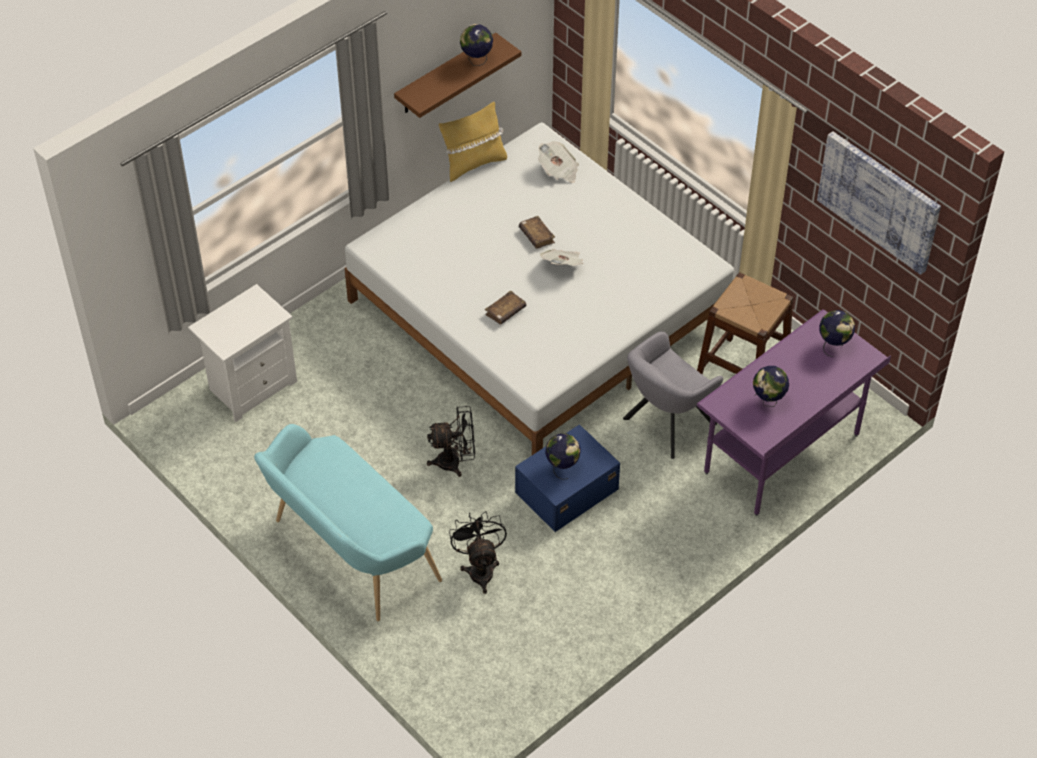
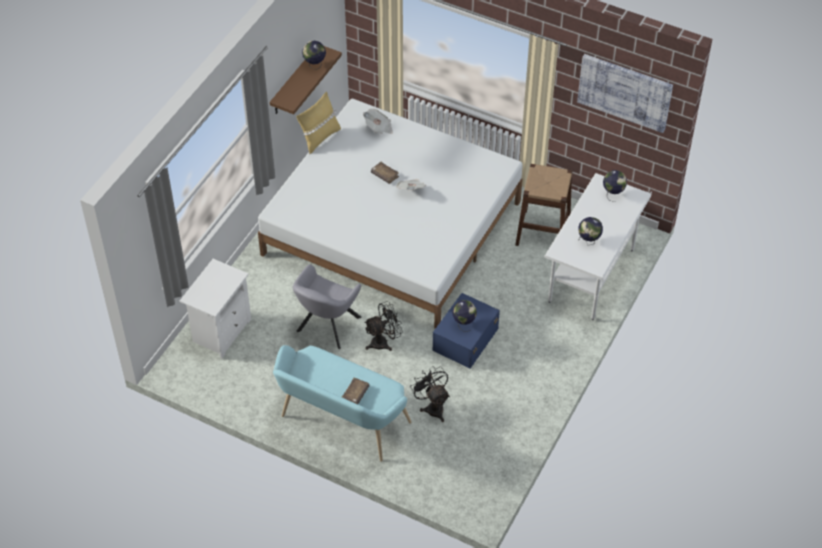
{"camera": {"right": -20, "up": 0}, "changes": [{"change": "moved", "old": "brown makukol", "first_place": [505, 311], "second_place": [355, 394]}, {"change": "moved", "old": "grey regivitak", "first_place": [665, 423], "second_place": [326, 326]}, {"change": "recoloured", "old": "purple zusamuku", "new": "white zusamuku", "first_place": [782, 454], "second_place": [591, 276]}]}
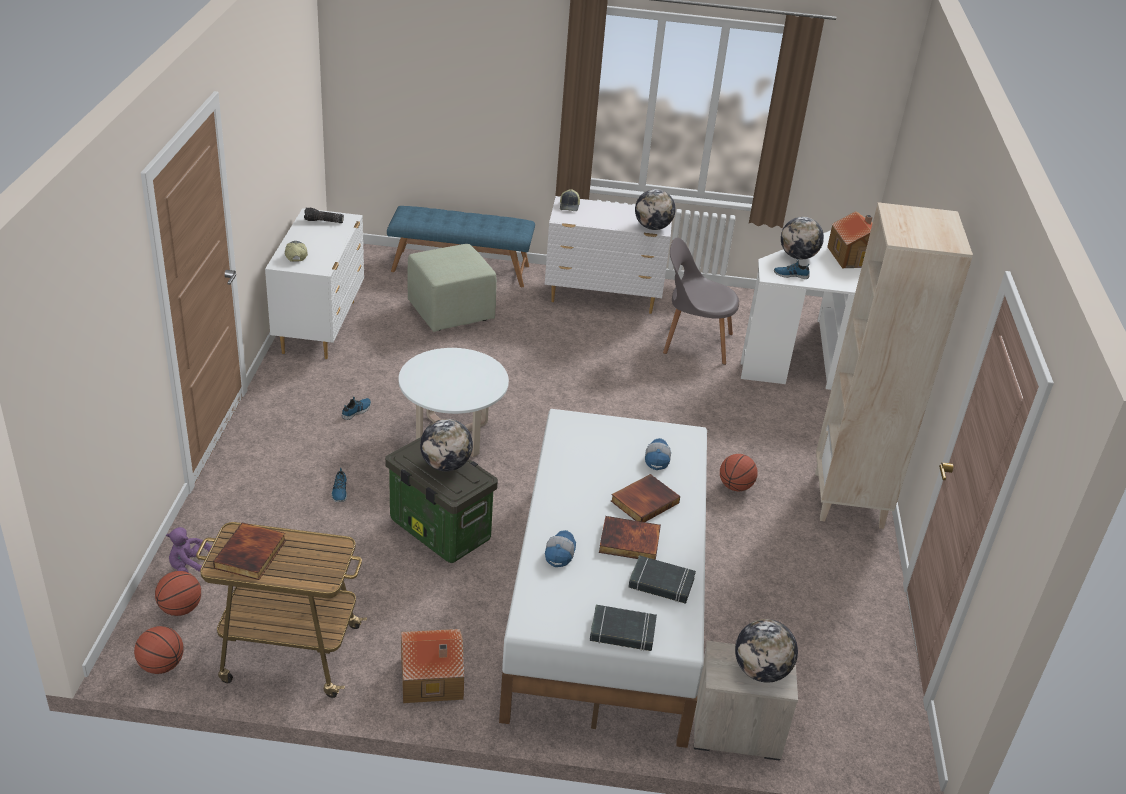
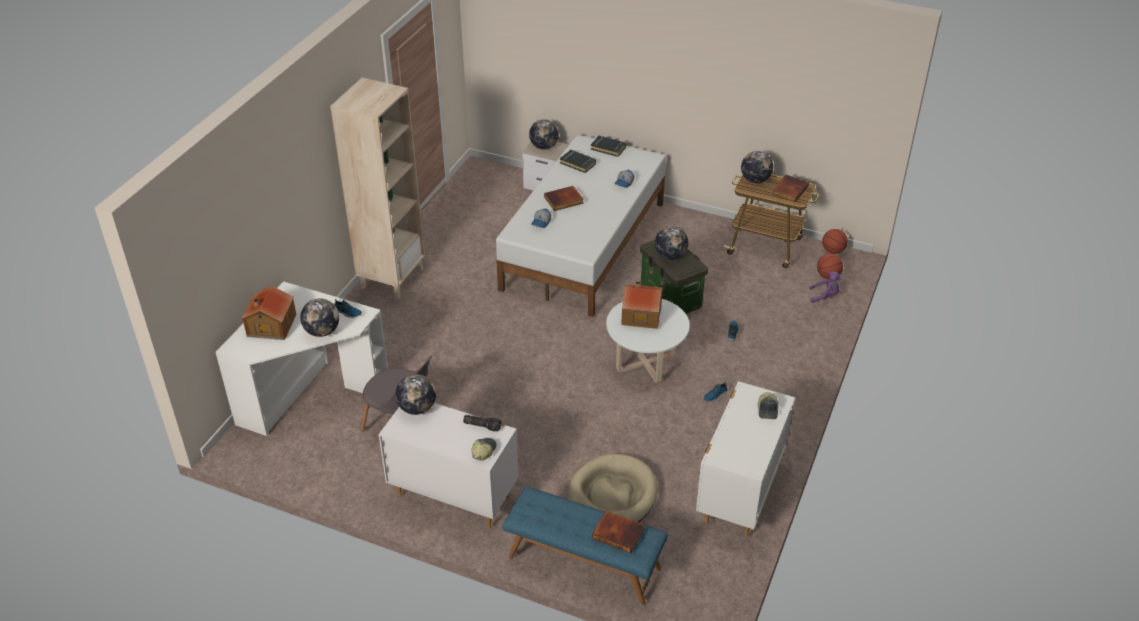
{"camera": {"right": -160, "up": 5}, "changes": [{"change": "removed", "old": "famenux", "first_place": [735, 487]}, {"change": "added", "new": "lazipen", "second_place": [755, 180]}, {"change": "moved", "old": "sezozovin", "first_place": [323, 221], "second_place": [482, 425]}, {"change": "moved", "old": "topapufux", "first_place": [433, 679], "second_place": [641, 314]}, {"change": "moved", "old": "makukol", "first_place": [629, 542], "second_place": [619, 533]}, {"change": "replaced", "old": "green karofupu", "new": "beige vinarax", "first_place": [451, 312], "second_place": [611, 496]}]}
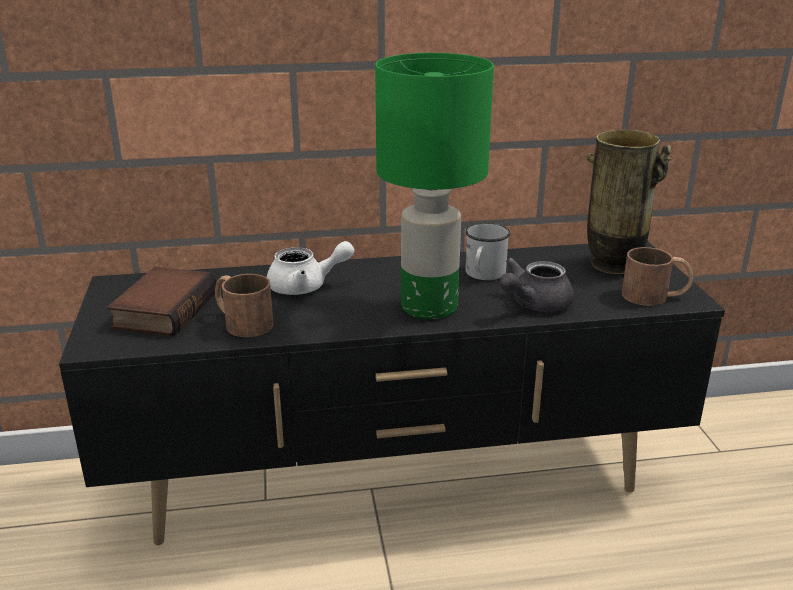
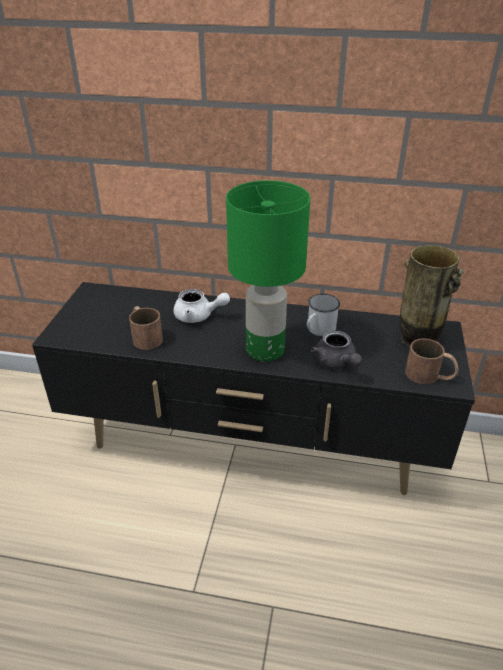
{"camera": {"right": 20, "up": 10}, "changes": [{"change": "removed", "old": "makukol", "first_place": [163, 309]}, {"change": "turned", "old": "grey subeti", "first_place": [534, 304], "second_place": [336, 363], "degrees": -90}]}
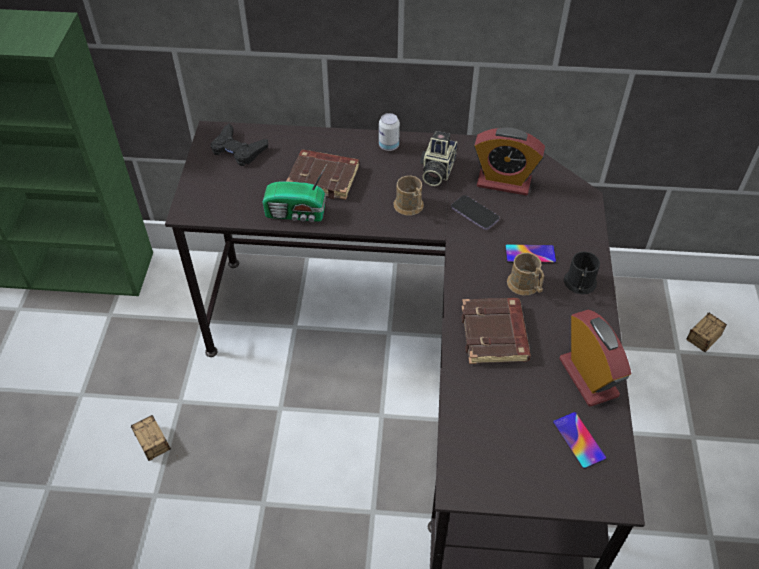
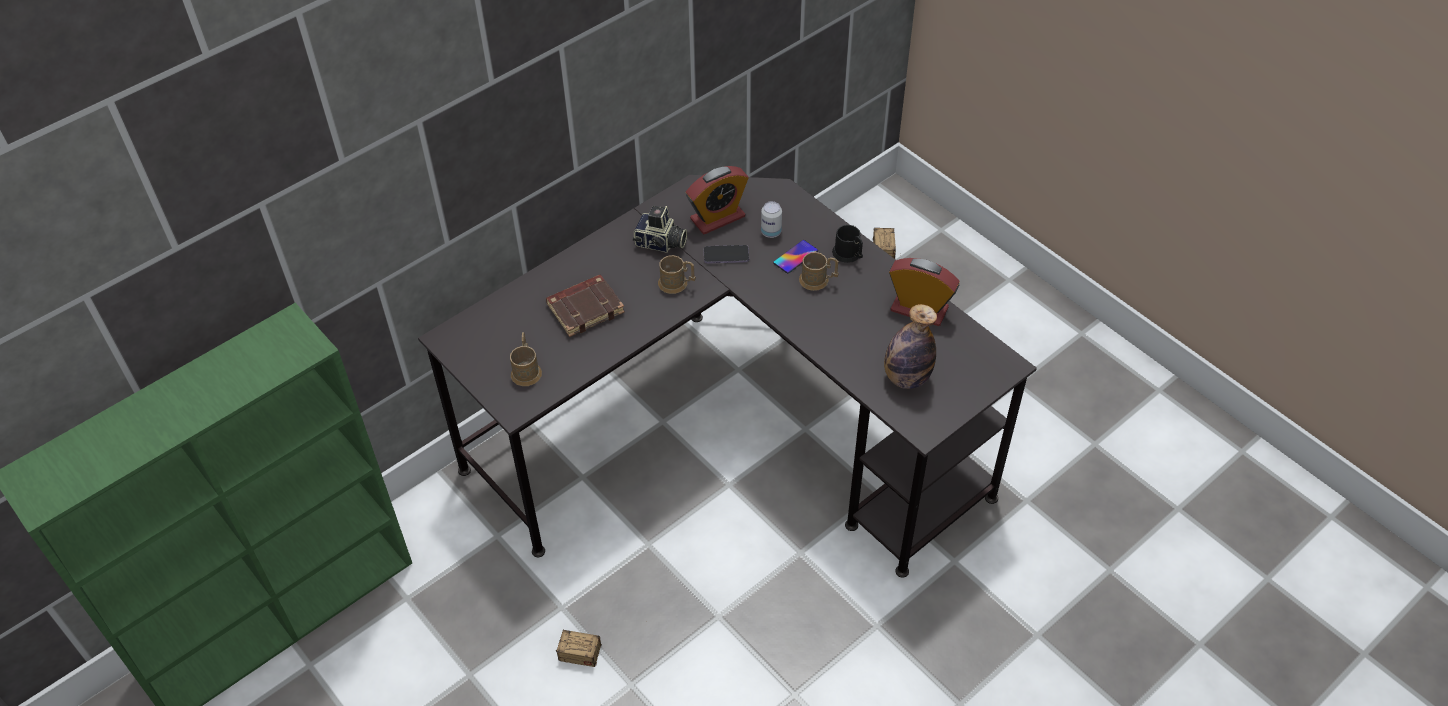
{"camera": {"right": -45, "up": 0}, "changes": [{"change": "removed", "old": "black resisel", "first_place": [238, 150]}, {"change": "removed", "old": "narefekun", "first_place": [297, 213]}, {"change": "removed", "old": "brown makukol", "first_place": [495, 335]}, {"change": "removed", "old": "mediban", "first_place": [579, 440]}, {"change": "added", "new": "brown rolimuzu", "second_place": [526, 370]}, {"change": "added", "new": "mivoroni", "second_place": [906, 378]}, {"change": "moved", "old": "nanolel", "first_place": [389, 146], "second_place": [771, 232]}, {"change": "turned", "old": "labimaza", "first_place": [436, 171], "second_place": [660, 243], "degrees": -45}]}
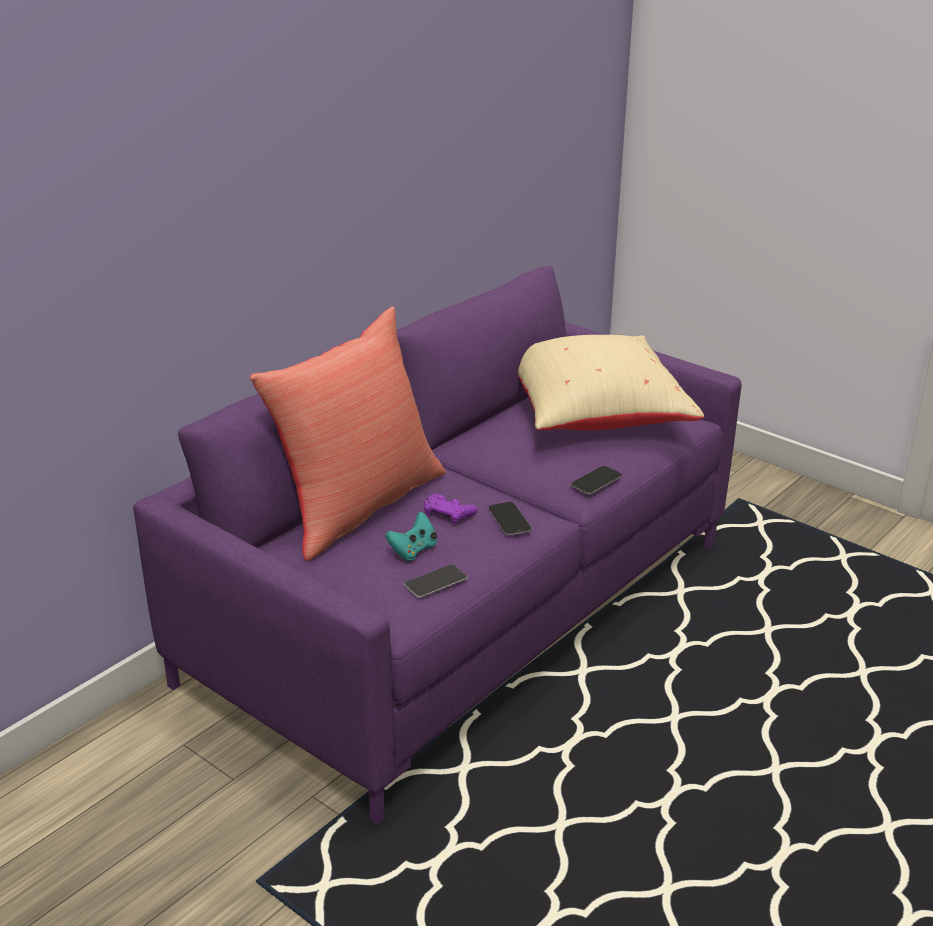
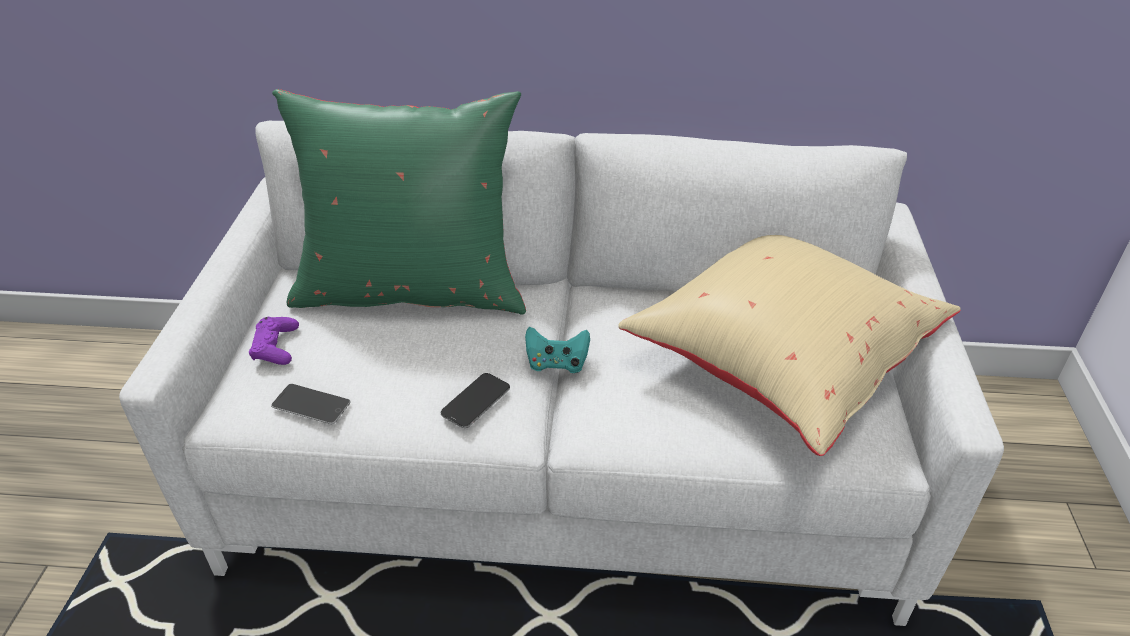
{"camera": {"right": 55, "up": 10}, "changes": [{"change": "removed", "old": "mediban", "first_place": [596, 481]}, {"change": "moved", "old": "turquoise resisel", "first_place": [413, 550], "second_place": [557, 363]}, {"change": "moved", "old": "purple resisel", "first_place": [448, 514], "second_place": [276, 347]}, {"change": "recoloured", "old": "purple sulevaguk", "new": "white sulevaguk", "first_place": [463, 612], "second_place": [565, 467]}, {"change": "recoloured", "old": "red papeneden", "new": "green papeneden", "first_place": [357, 505], "second_place": [412, 289]}]}
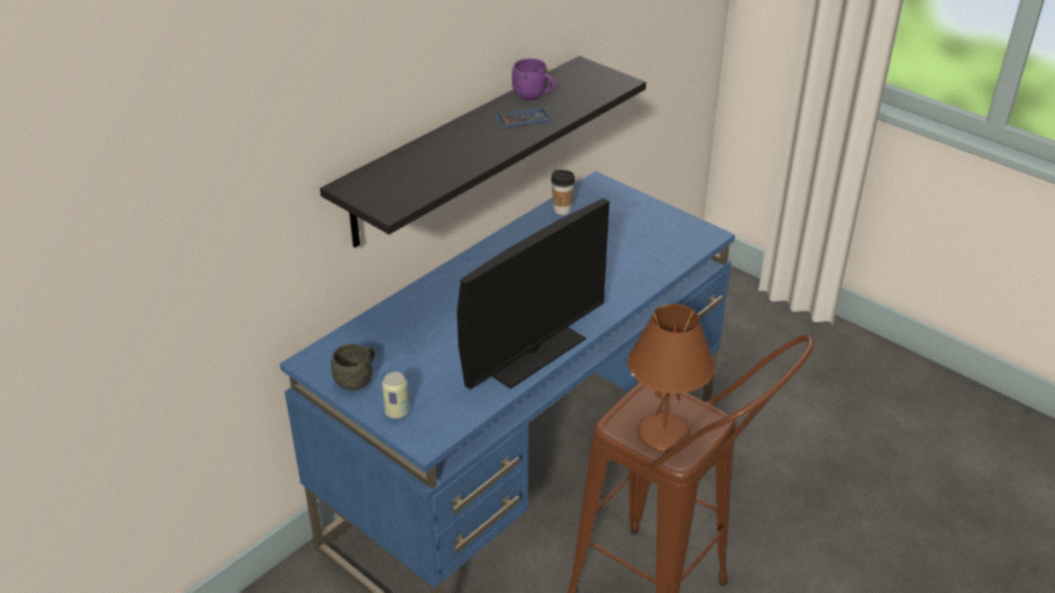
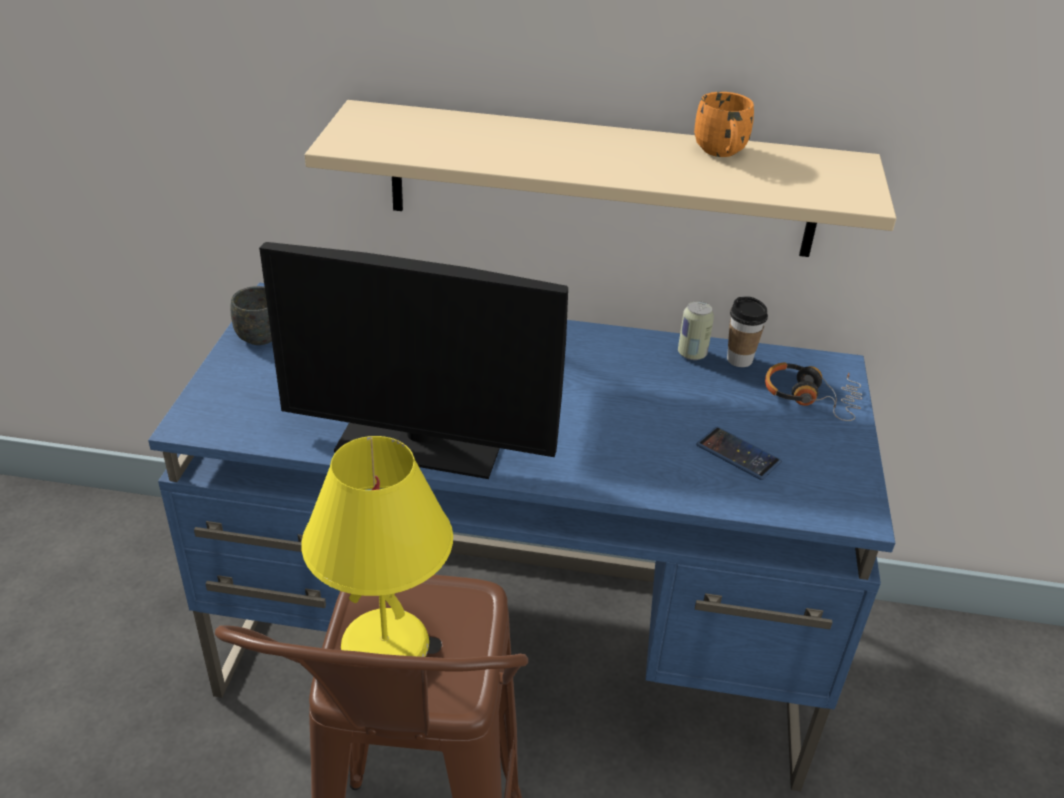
{"camera": {"right": 55, "up": 0}, "changes": [{"change": "added", "new": "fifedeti", "second_place": [811, 397]}, {"change": "moved", "old": "nanolel", "first_place": [397, 412], "second_place": [692, 354]}, {"change": "moved", "old": "mediban", "first_place": [523, 119], "second_place": [738, 454]}, {"change": "recoloured", "old": "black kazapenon", "new": "beige kazapenon", "first_place": [462, 150], "second_place": [602, 180]}, {"change": "recoloured", "old": "purple rolimuzu", "new": "orange rolimuzu", "first_place": [534, 96], "second_place": [721, 153]}, {"change": "recoloured", "old": "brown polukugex", "new": "yellow polukugex", "first_place": [663, 433], "second_place": [387, 647]}]}
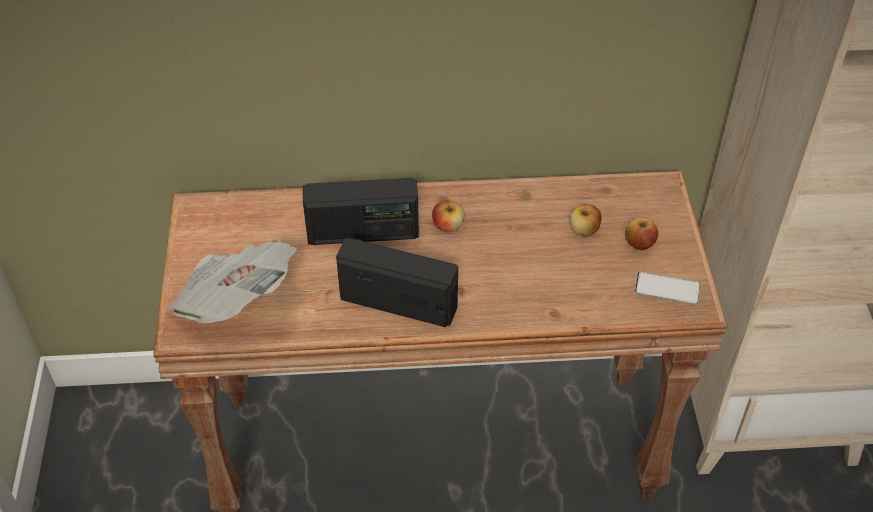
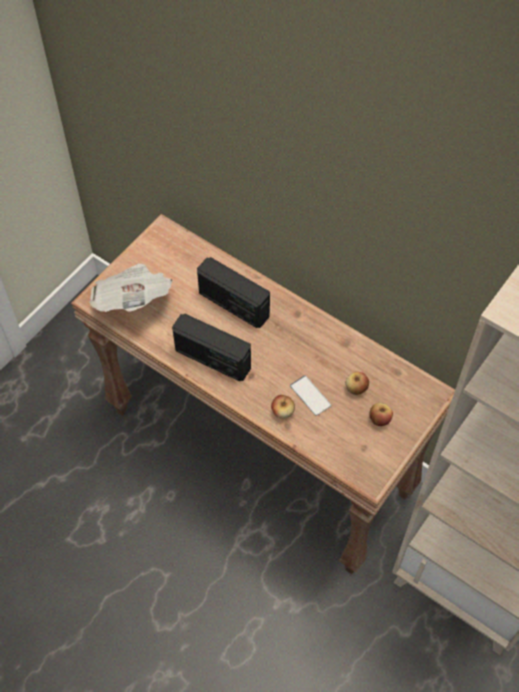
{"camera": {"right": 40, "up": 10}, "changes": [{"change": "moved", "old": "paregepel", "first_place": [448, 226], "second_place": [282, 412]}, {"change": "moved", "old": "mediban", "first_place": [667, 288], "second_place": [310, 395]}, {"change": "turned", "old": "narefekun", "first_place": [398, 302], "second_place": [212, 359], "degrees": 150}]}
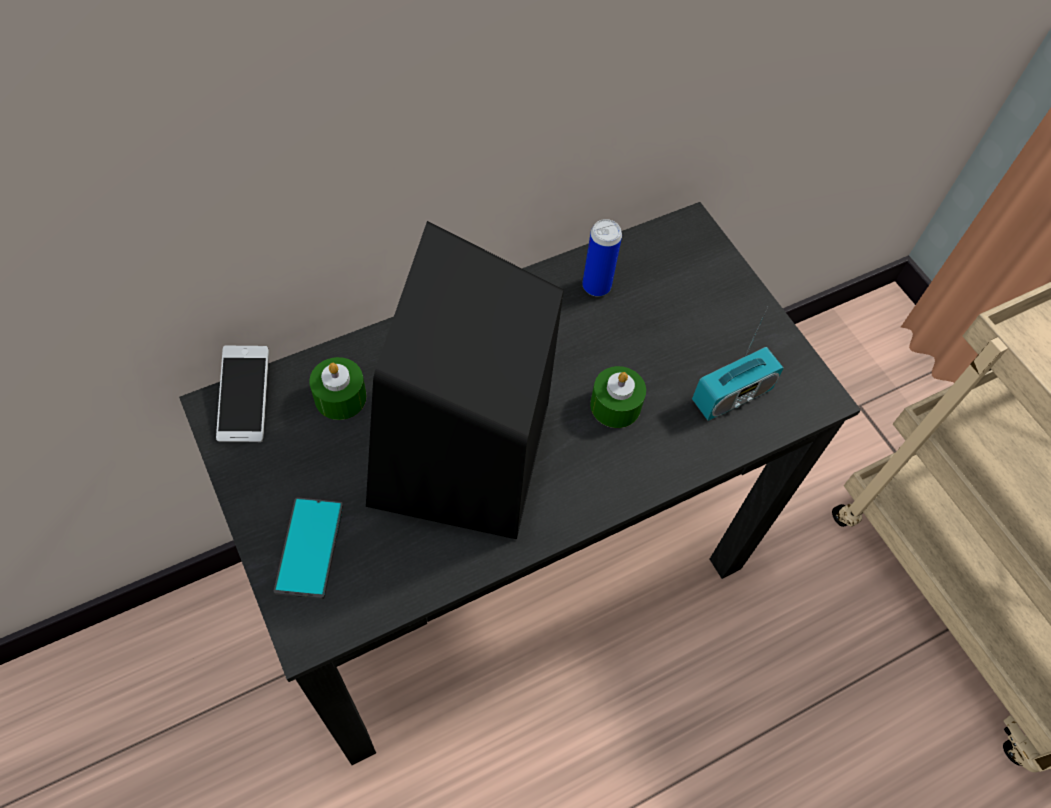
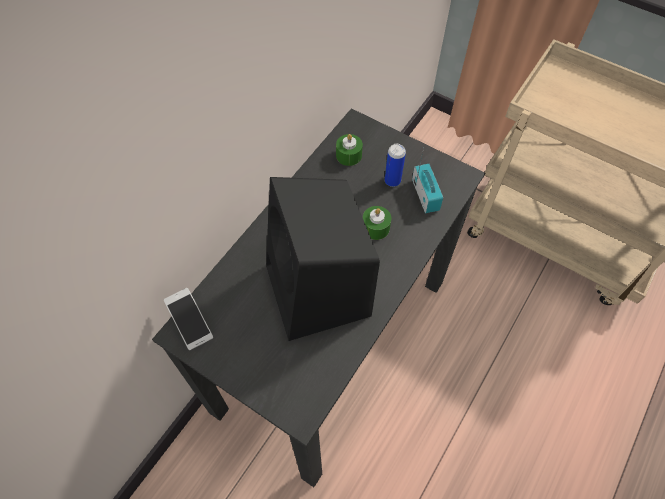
{"camera": {"right": -25, "up": 0}, "changes": [{"change": "removed", "old": "mediban", "first_place": [310, 548]}, {"change": "moved", "old": "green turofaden", "first_place": [340, 397], "second_place": [348, 155]}, {"change": "moved", "old": "nanolel", "first_place": [596, 286], "second_place": [392, 181]}, {"change": "turned", "old": "narefekun", "first_place": [732, 395], "second_place": [425, 195], "degrees": -45}]}
